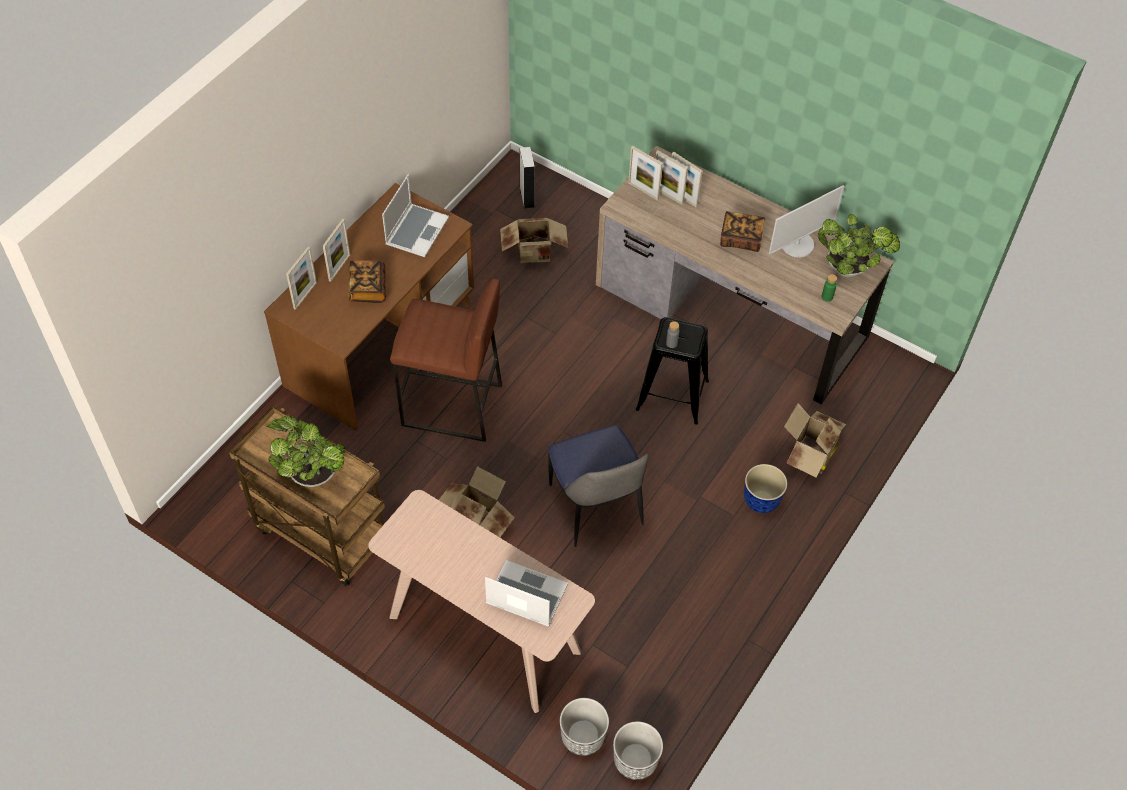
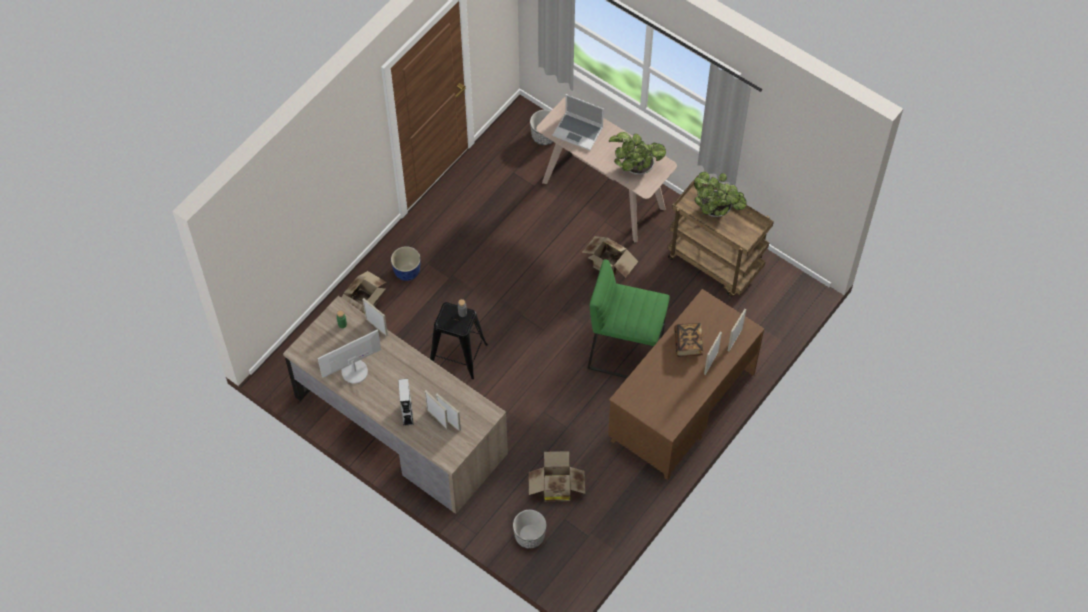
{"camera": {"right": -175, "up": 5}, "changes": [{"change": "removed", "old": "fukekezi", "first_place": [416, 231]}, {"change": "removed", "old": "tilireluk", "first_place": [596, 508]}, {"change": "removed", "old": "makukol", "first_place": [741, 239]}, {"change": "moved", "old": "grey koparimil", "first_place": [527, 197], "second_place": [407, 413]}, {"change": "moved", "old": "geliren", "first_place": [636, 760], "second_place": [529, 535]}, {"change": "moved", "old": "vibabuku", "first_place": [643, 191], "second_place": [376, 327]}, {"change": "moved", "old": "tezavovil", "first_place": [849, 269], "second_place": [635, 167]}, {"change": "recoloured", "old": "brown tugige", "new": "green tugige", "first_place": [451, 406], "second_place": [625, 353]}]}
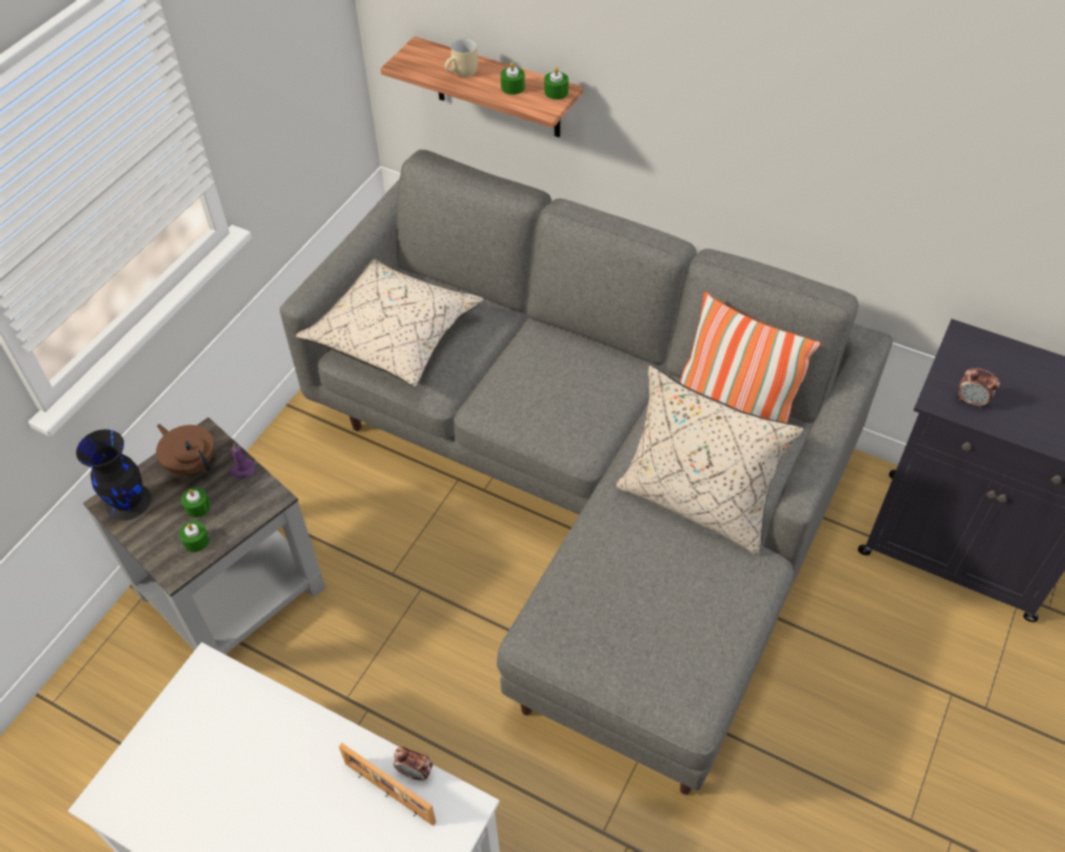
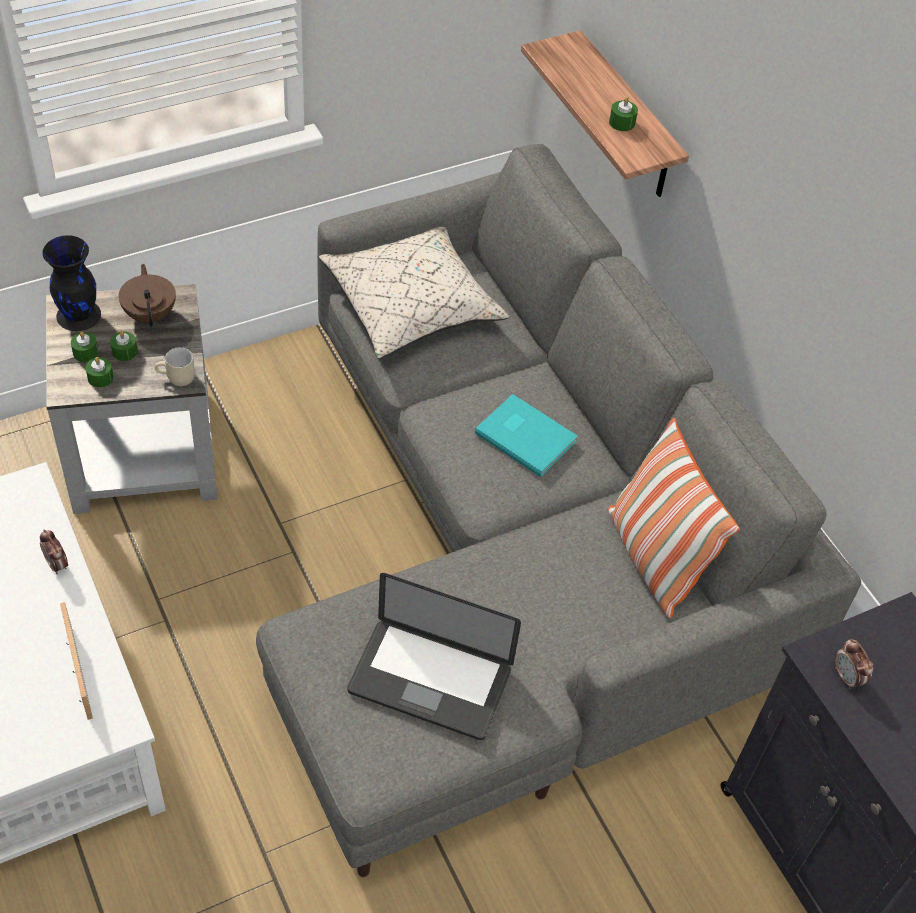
{"camera": {"right": 30, "up": 0}, "changes": [{"change": "removed", "old": "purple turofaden", "first_place": [242, 470]}, {"change": "removed", "old": "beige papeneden", "first_place": [697, 502]}, {"change": "added", "new": "fukekezi", "second_place": [430, 680]}, {"change": "added", "new": "turquoise makukol", "second_place": [526, 435]}, {"change": "moved", "old": "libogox", "first_place": [415, 772], "second_place": [57, 564]}, {"change": "moved", "old": "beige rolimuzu", "first_place": [463, 73], "second_place": [176, 379]}, {"change": "moved", "old": "green turofaden", "first_place": [556, 92], "second_place": [85, 352]}]}
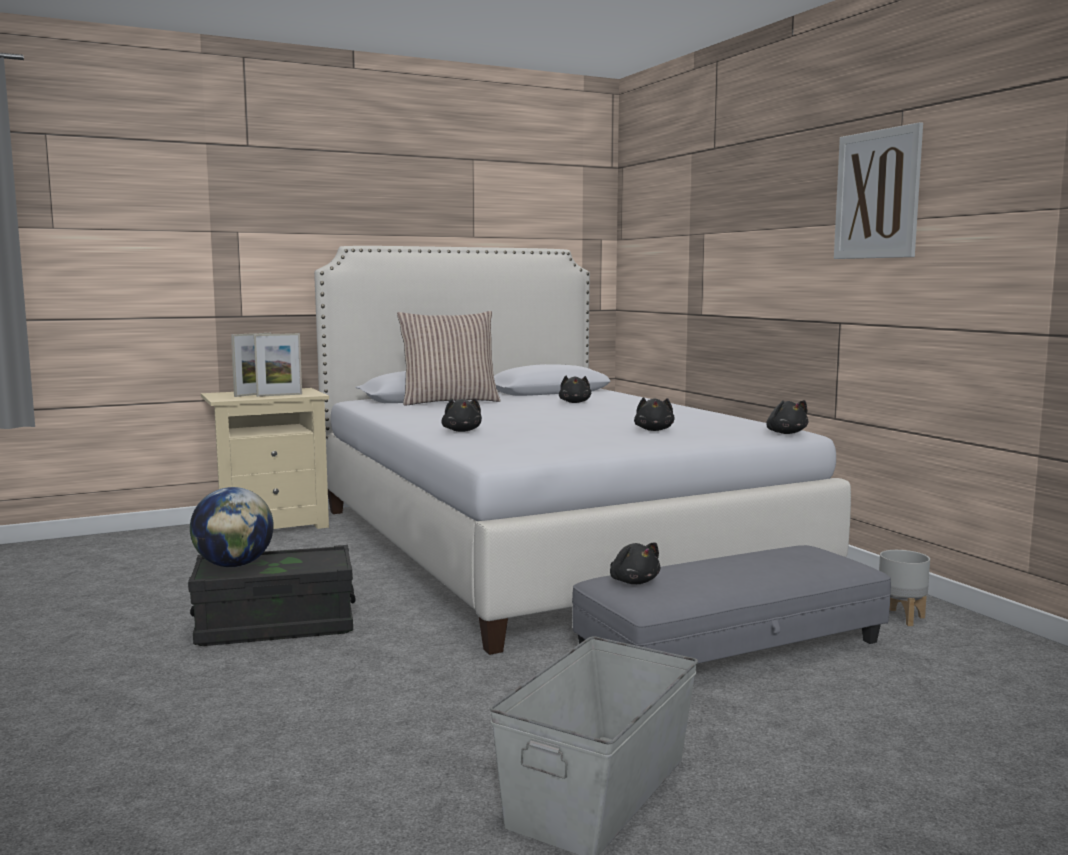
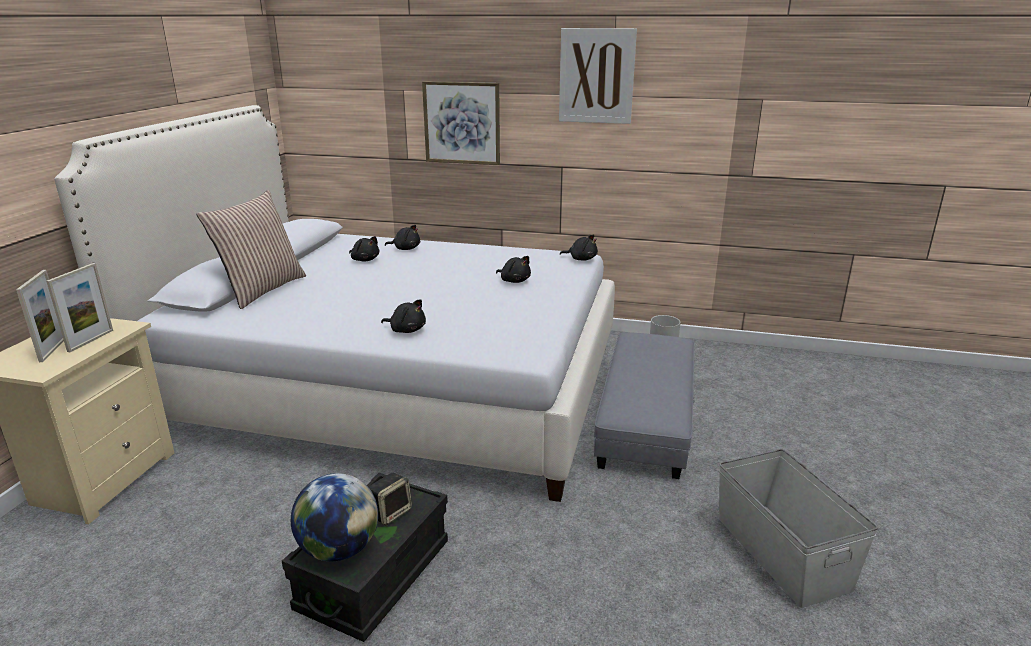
{"camera": {"right": -50, "up": 15}, "changes": [{"change": "added", "new": "koparimil", "second_place": [390, 512]}, {"change": "added", "new": "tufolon", "second_place": [462, 123]}, {"change": "moved", "old": "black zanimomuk", "first_place": [633, 581], "second_place": [405, 248]}]}
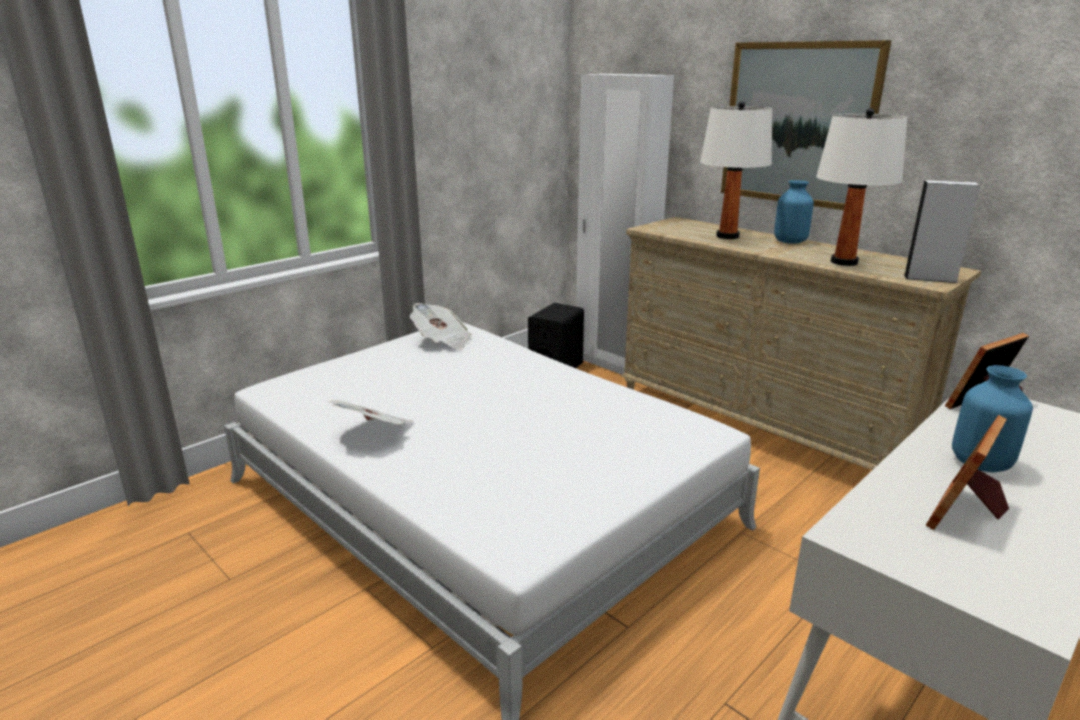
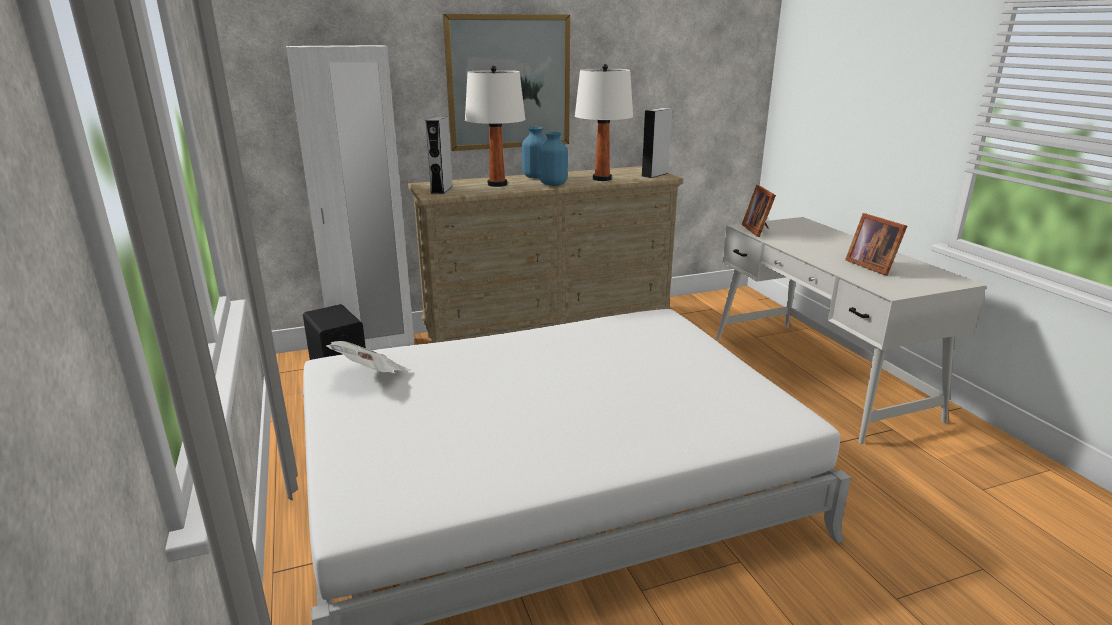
{"camera": {"right": -65, "up": 0}, "changes": [{"change": "removed", "old": "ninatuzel", "first_place": [375, 432]}, {"change": "added", "new": "grey koparimil", "second_place": [441, 189]}, {"change": "moved", "old": "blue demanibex", "first_place": [980, 463], "second_place": [553, 184]}]}
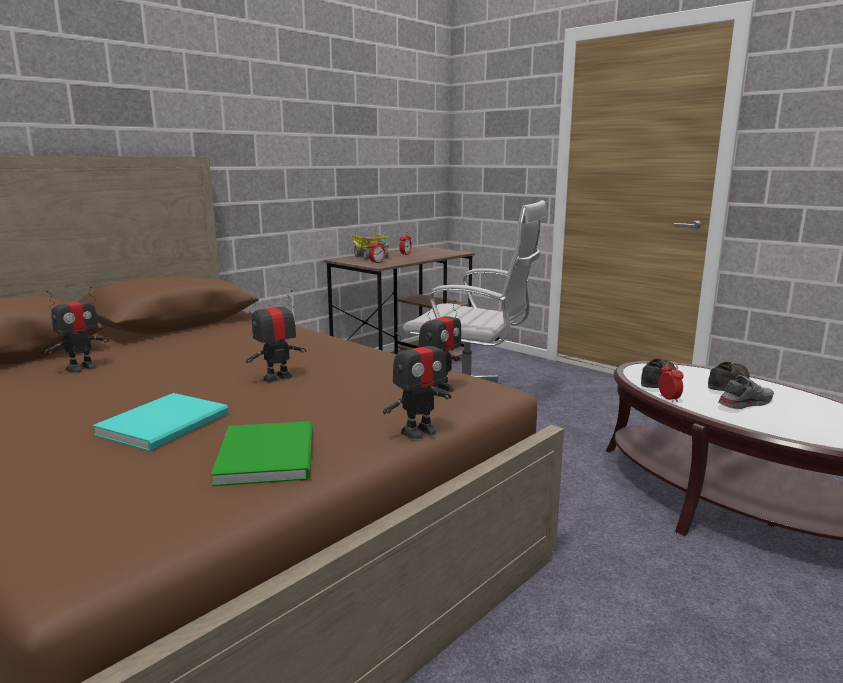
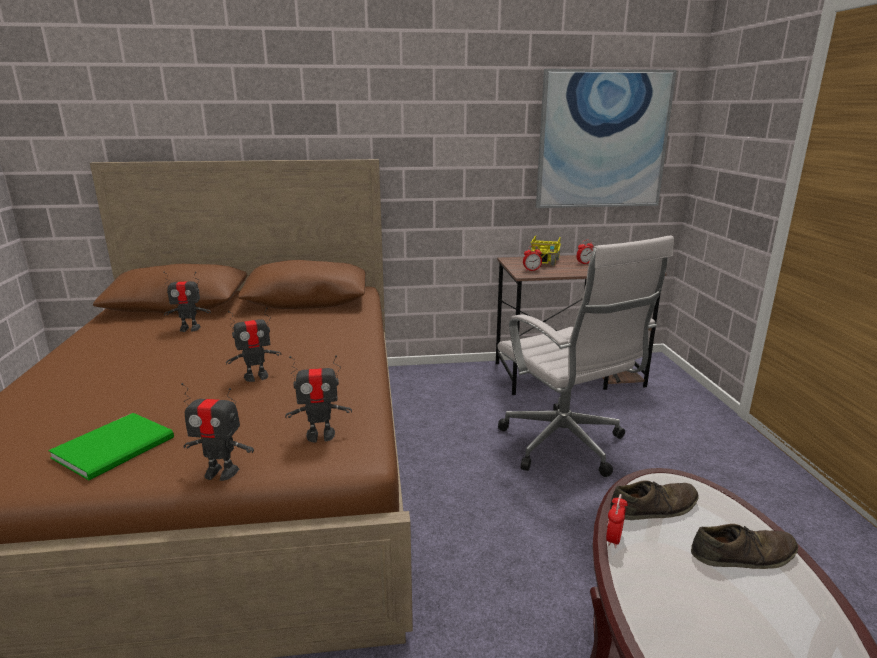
{"camera": {"right": 40, "up": 5}, "changes": [{"change": "removed", "old": "turquoise makukol", "first_place": [168, 423]}, {"change": "removed", "old": "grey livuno", "first_place": [743, 403]}, {"change": "added", "new": "tufolon", "second_place": [602, 140]}, {"change": "turned", "old": "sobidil", "first_place": [277, 378], "second_place": [256, 377], "degrees": 150}]}
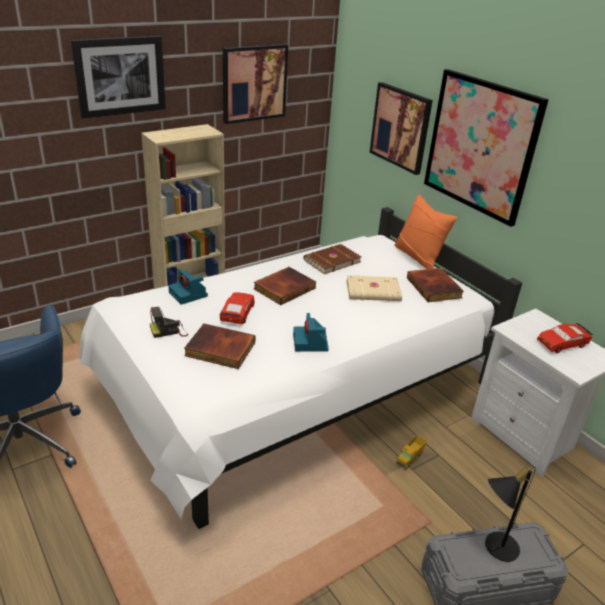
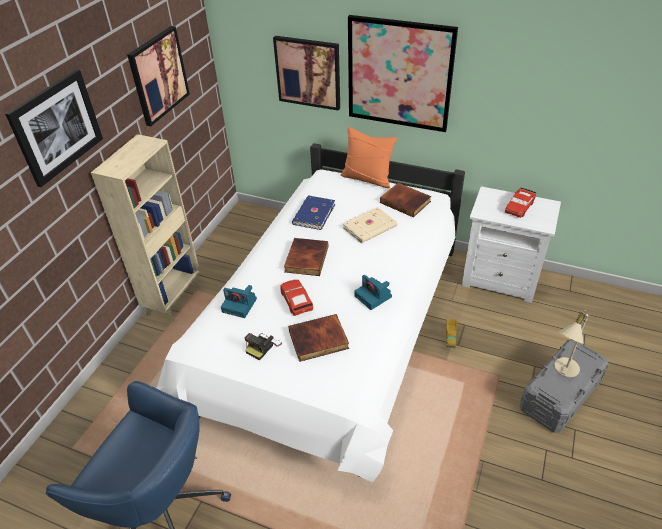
{"camera": {"right": -30, "up": 10}, "changes": [{"change": "recoloured", "old": "brown makukol", "new": "blue makukol", "first_place": [331, 261], "second_place": [313, 214]}, {"change": "recoloured", "old": "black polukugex", "new": "beige polukugex", "first_place": [495, 546], "second_place": [563, 369]}]}
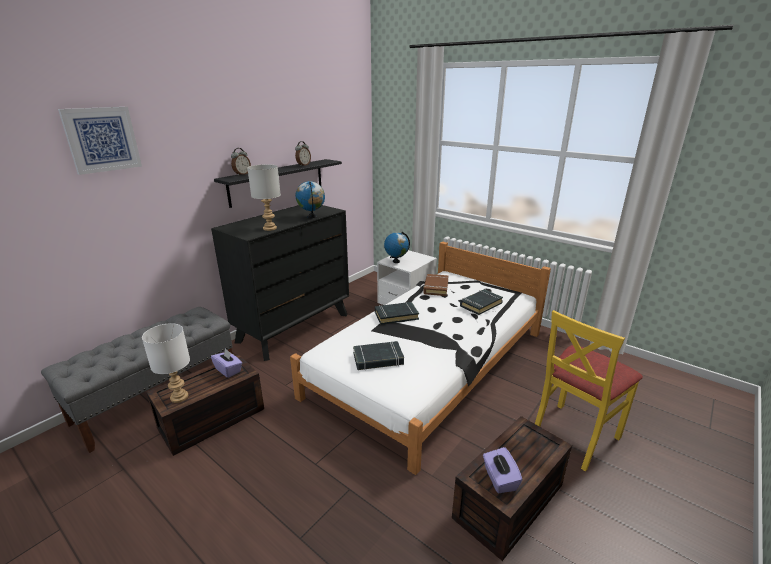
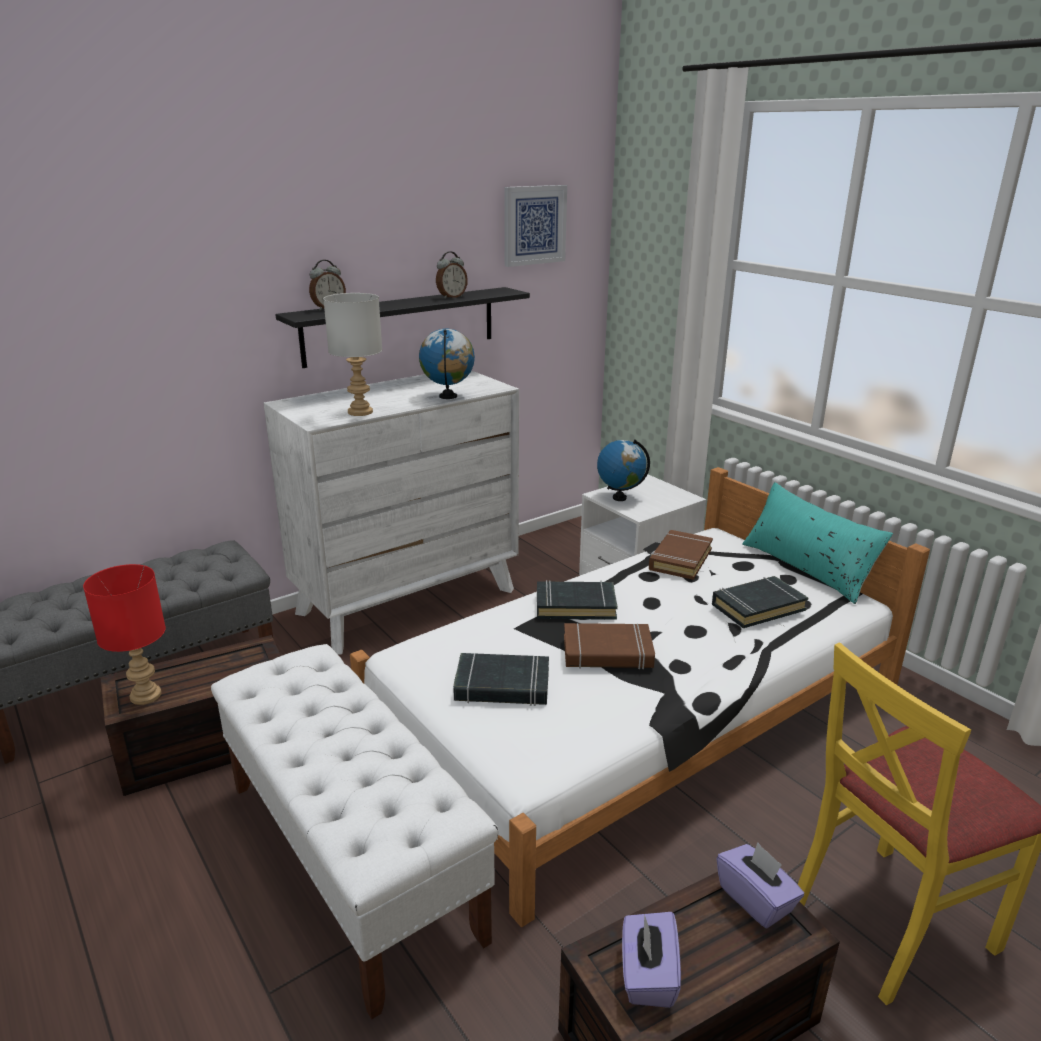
{"camera": {"right": 15, "up": 0}, "changes": [{"change": "added", "new": "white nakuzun", "second_place": [351, 859]}, {"change": "added", "new": "brown makukol", "second_place": [607, 652]}, {"change": "added", "new": "turquoise papeneden", "second_place": [807, 568]}, {"change": "moved", "old": "tufolon", "first_place": [102, 139], "second_place": [534, 225]}, {"change": "moved", "old": "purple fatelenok", "first_place": [228, 370], "second_place": [756, 899]}, {"change": "recoloured", "old": "white polukugex", "new": "red polukugex", "first_place": [178, 397], "second_place": [144, 696]}, {"change": "recoloured", "old": "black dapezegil", "new": "white dapezegil", "first_place": [294, 327], "second_place": [407, 601]}]}
